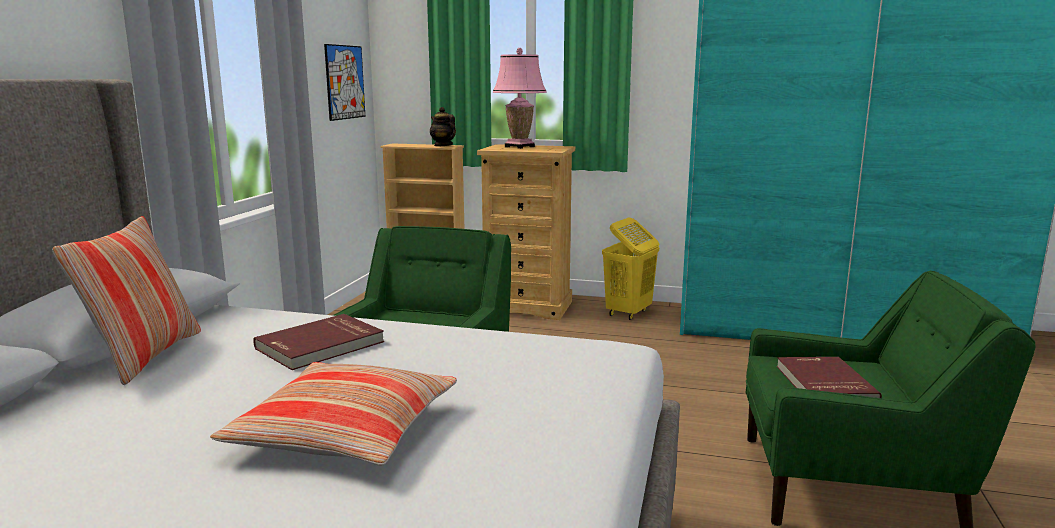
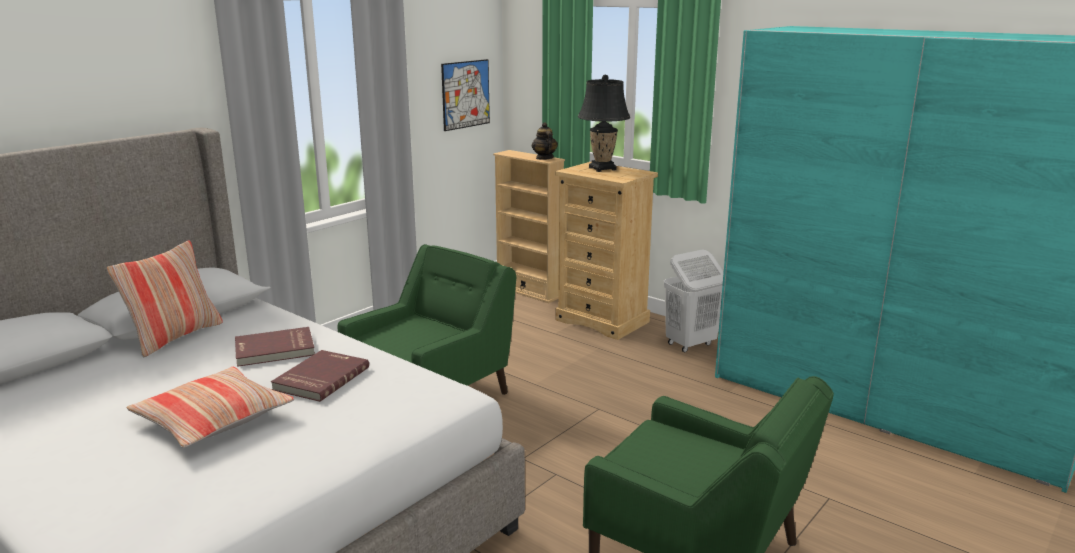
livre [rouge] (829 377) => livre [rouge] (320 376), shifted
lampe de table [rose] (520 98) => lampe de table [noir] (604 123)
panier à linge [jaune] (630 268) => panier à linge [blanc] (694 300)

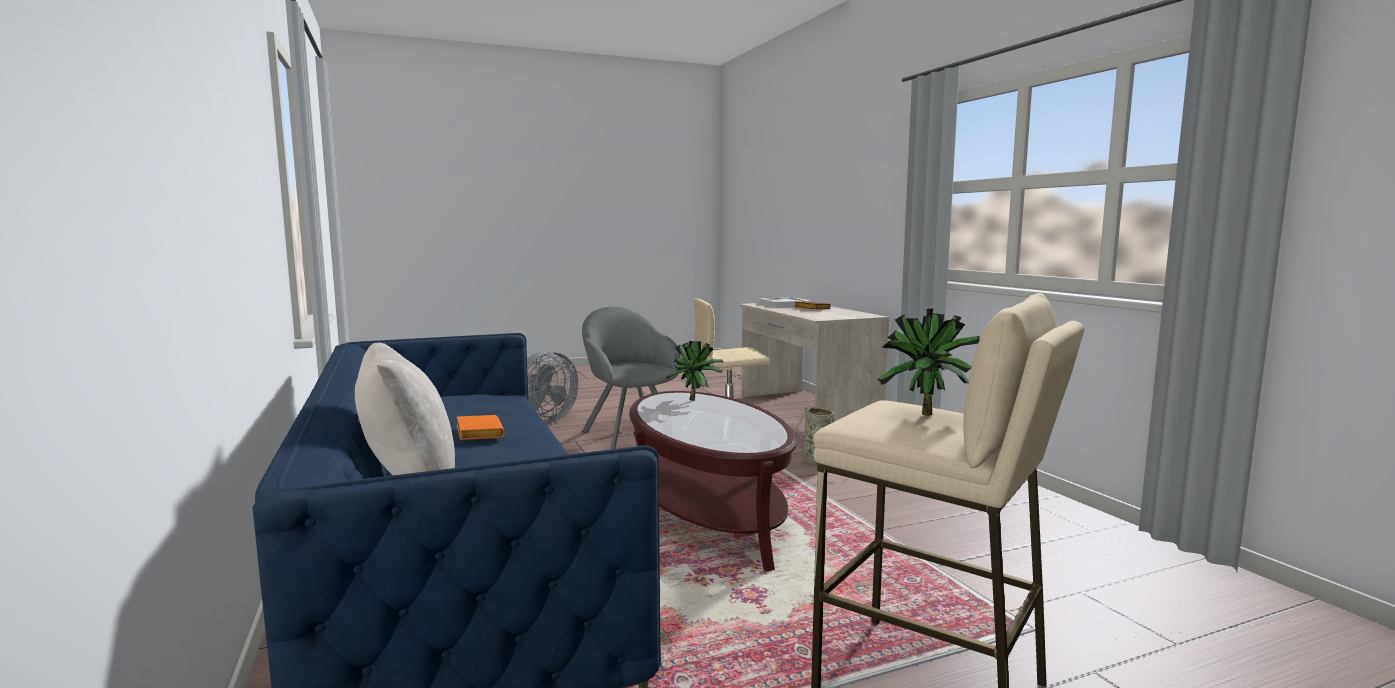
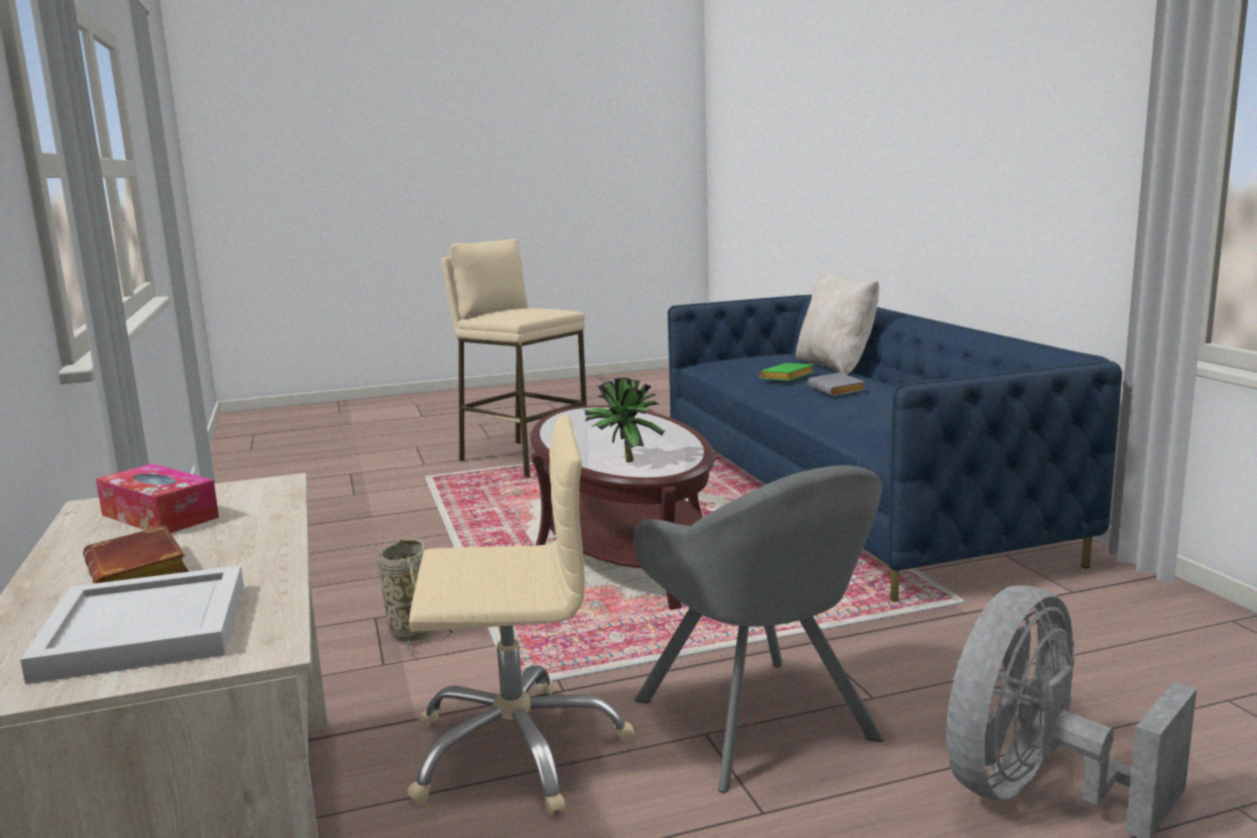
nothing => boîte à mouchoirs (157 498)
nothing => livre [vert] (786 372)
livre [orange] (481 427) => livre [gris] (836 384)
plante en pot (929 362) => nothing

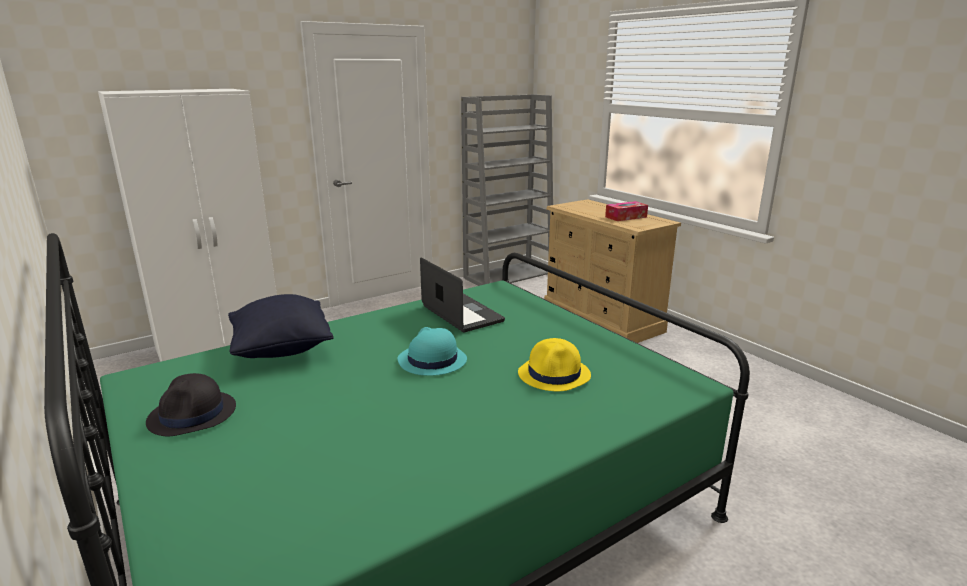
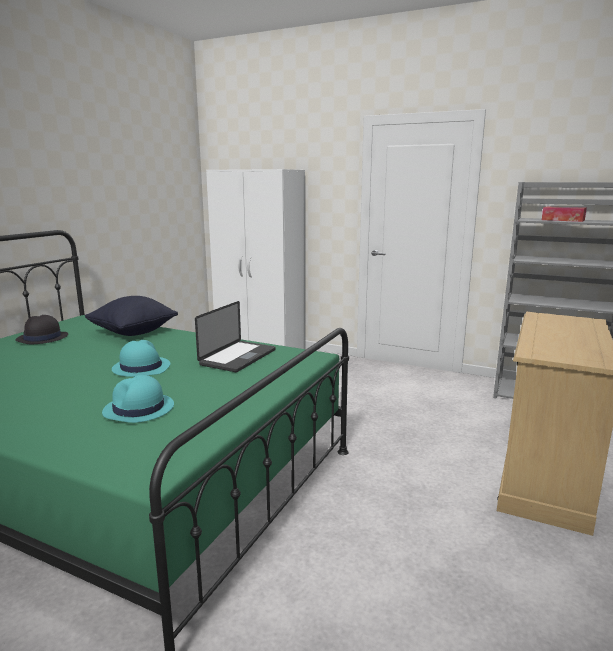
chapeau [jaune] (554 364) => chapeau [turquoise] (138 399)
boîte à mouchoirs (626 211) => boîte à mouchoirs (564 214), shifted

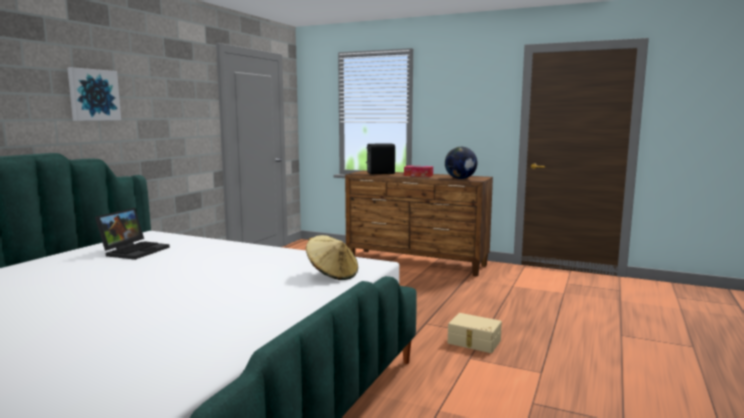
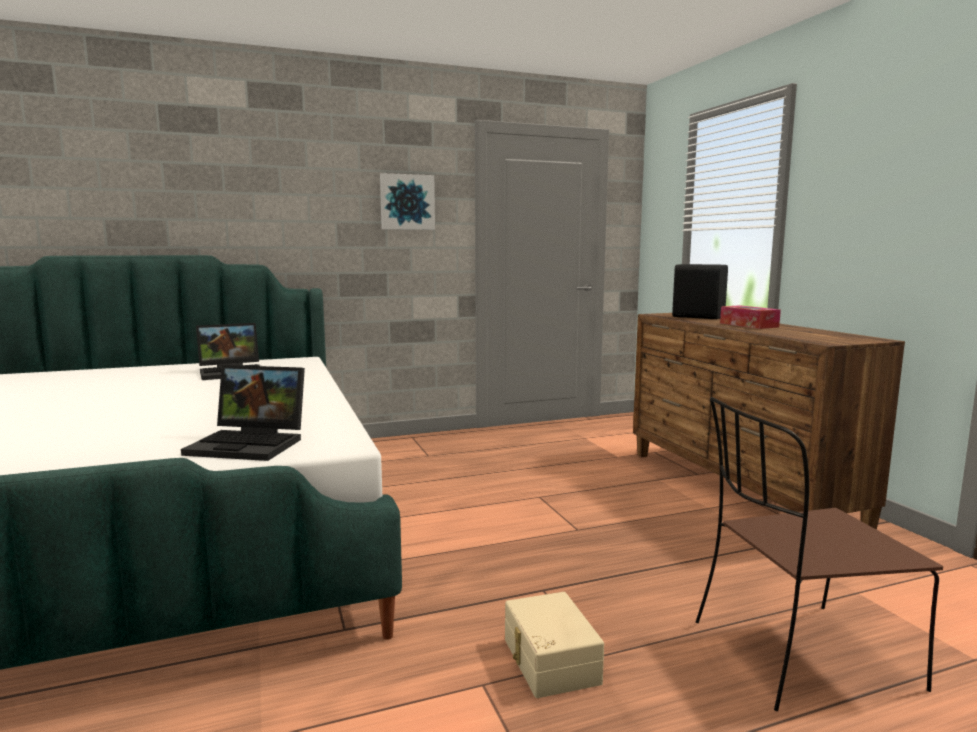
chapeau [beige] (332 257) => ordinateur portable (243 413)
tableau (94 94) => tableau (407 201), shifted
nothing => chaise [marron] (819 554)
globe (461 163) => nothing

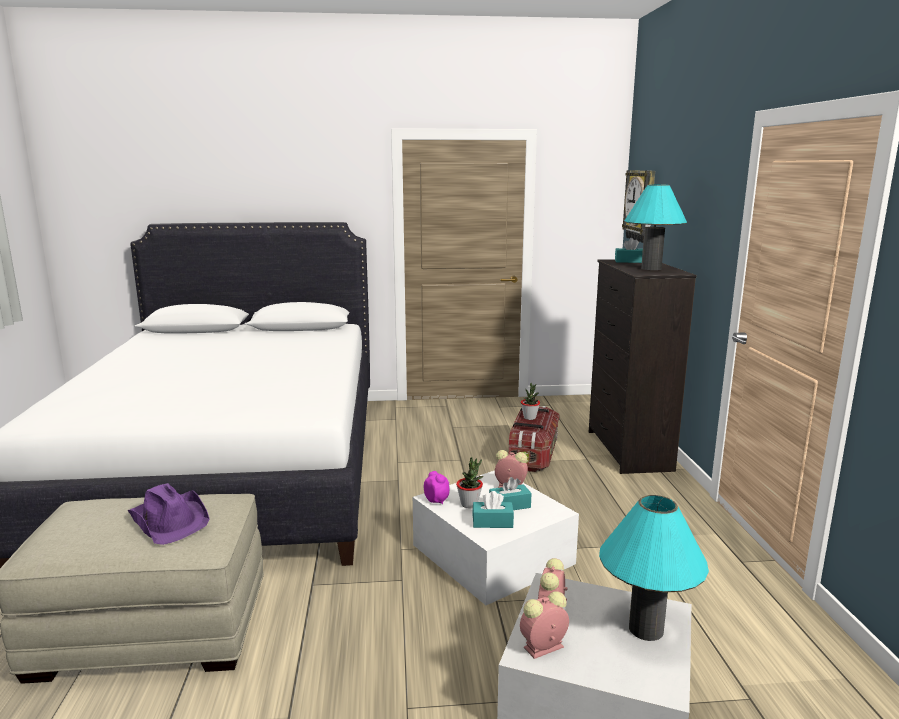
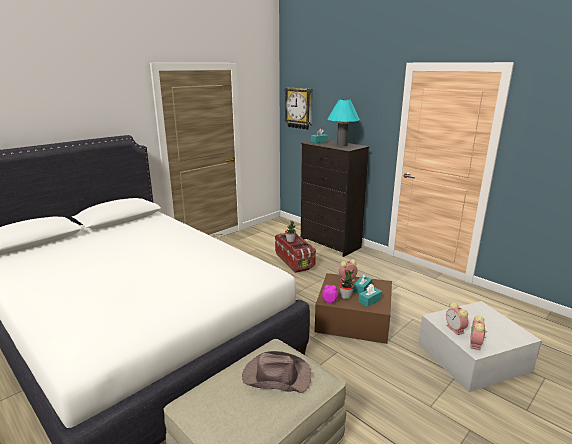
chapeau [violet] (168 514) => chapeau [marron] (276 372)
boîte de rangement [blanc] (496 538) => boîte de rangement [marron] (353 308)
lampe de table [turquoise] (654 568) => nothing

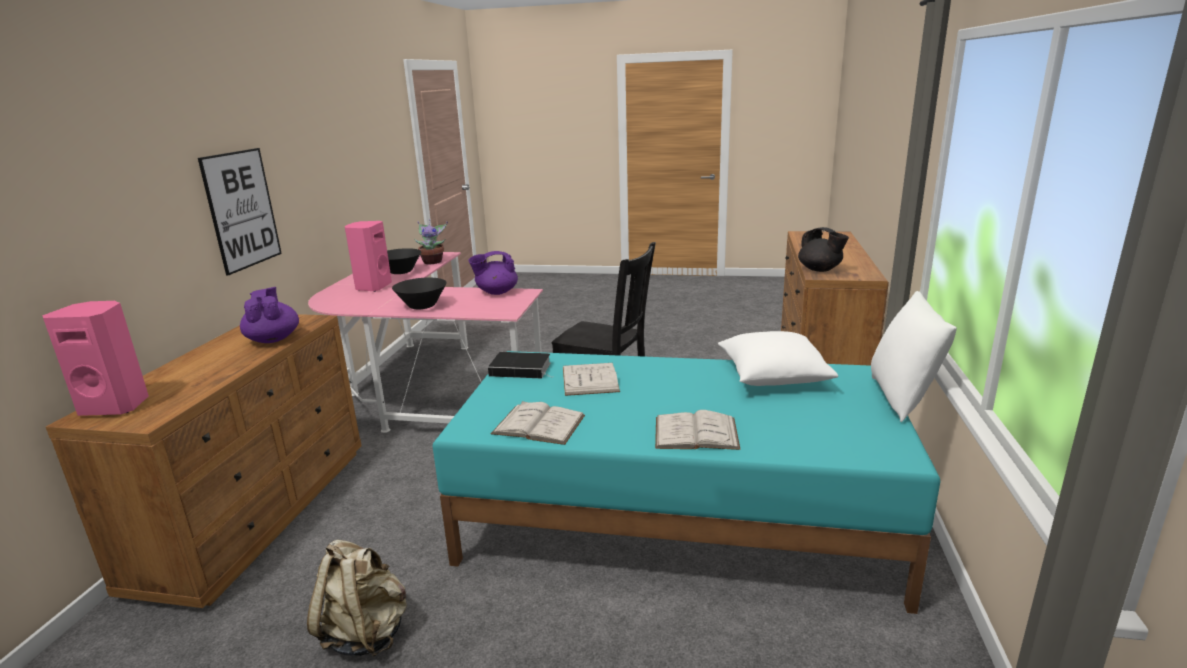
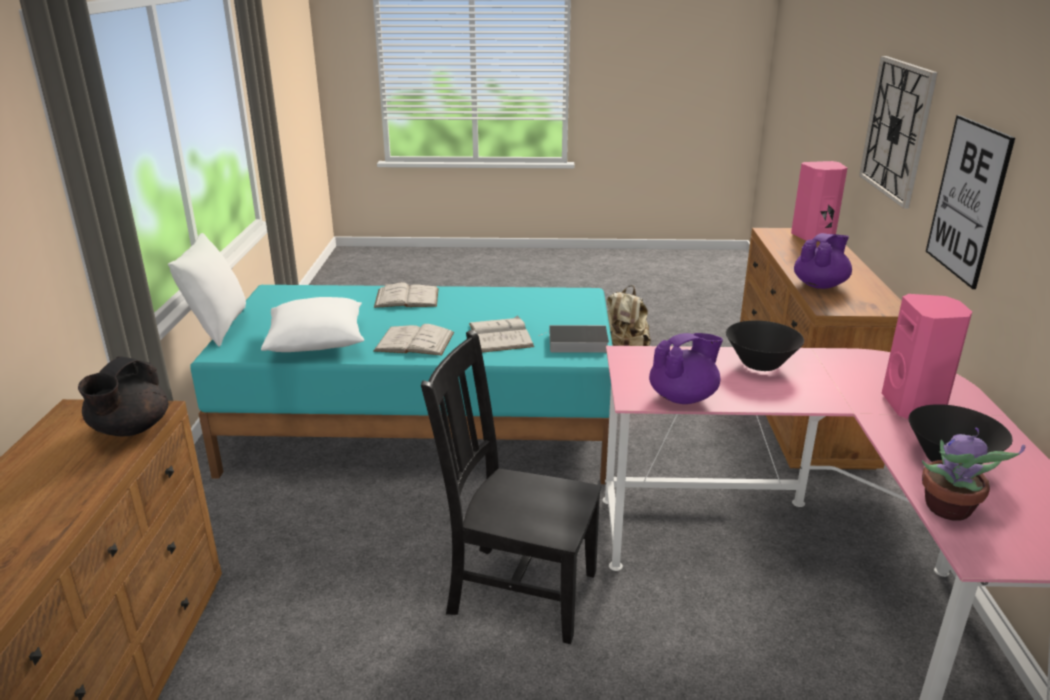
théière [noir] (823 249) => théière [noir] (123 396), 120 degrees counterclockwise
livre [blanc] (538 423) => livre [blanc] (414 340), shifted
théière [violet] (269 315) => théière [violet] (823 261), 105 degrees counterclockwise
nothing => horloge murale (898 132)

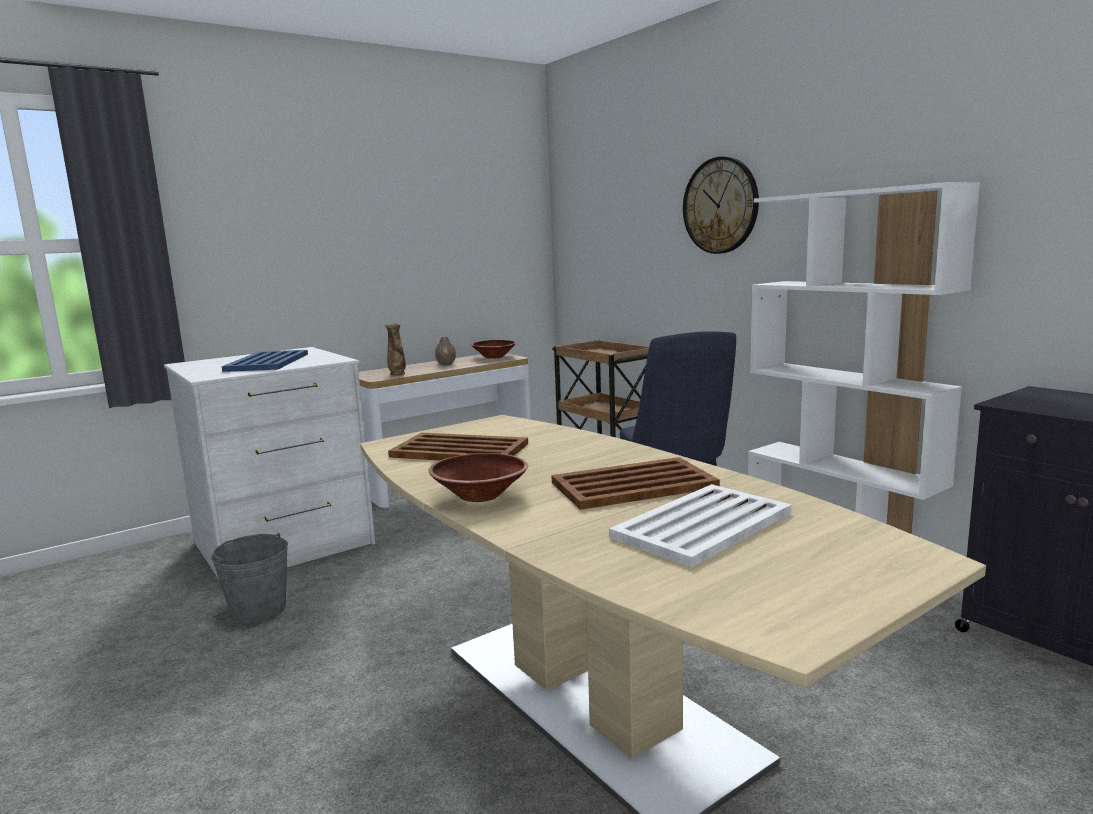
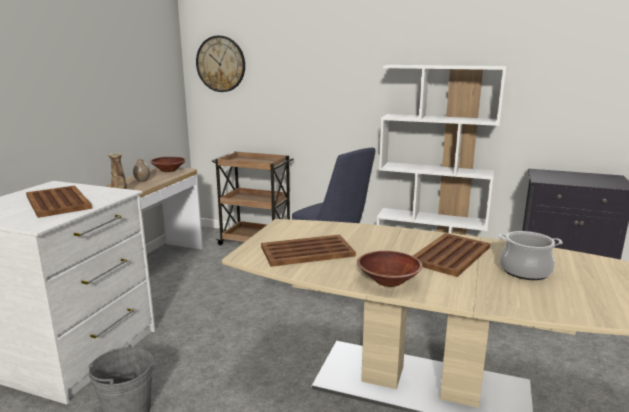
plateau [bleu] (265 361) => plateau [marron] (59 201)
horloge murale (721 205) => horloge murale (220 64), shifted
plateau [blanc] (700 525) => marmite (531 255)

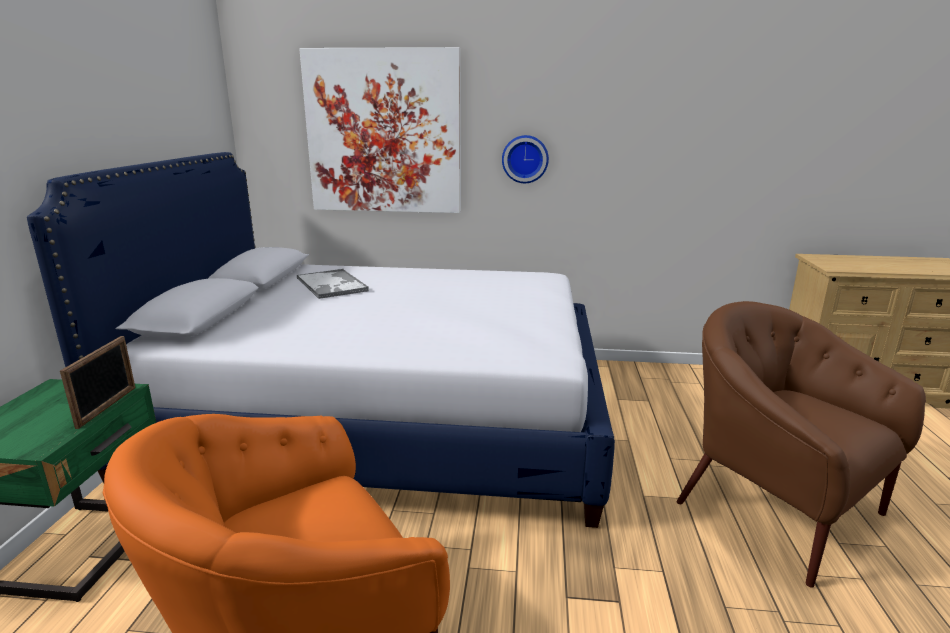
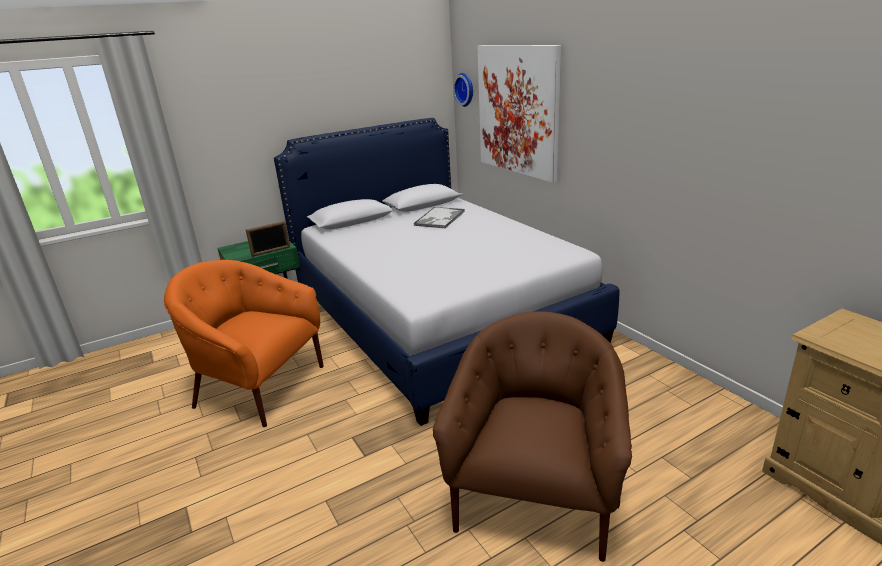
horloge murale (525 159) => horloge murale (463 90), shifted

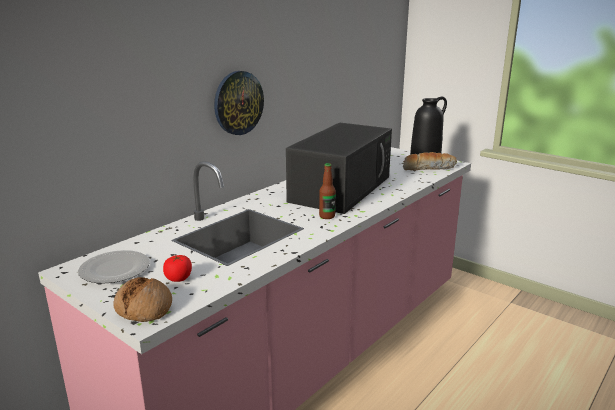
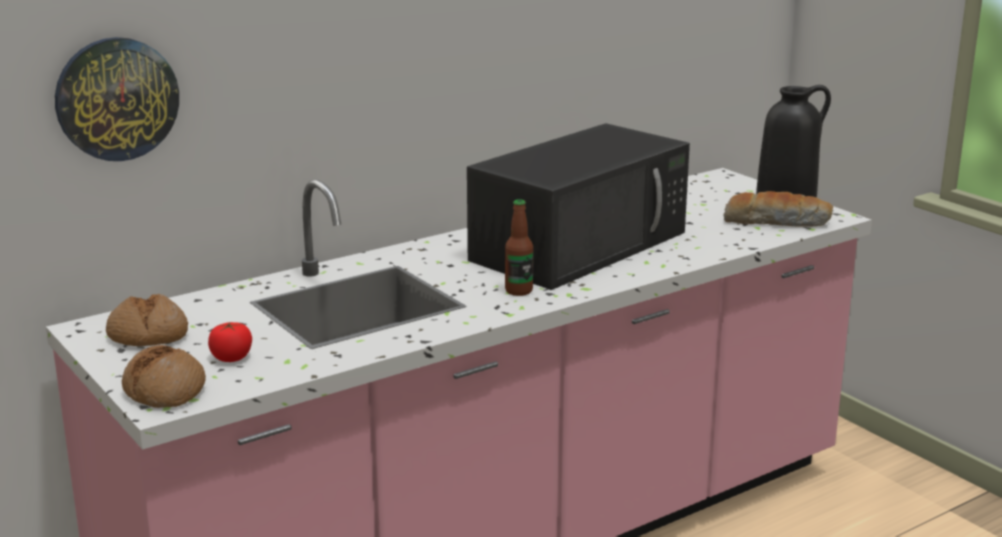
horloge murale (239 103) => horloge murale (117 99), shifted
assiette (114 267) => pain (147 320)

